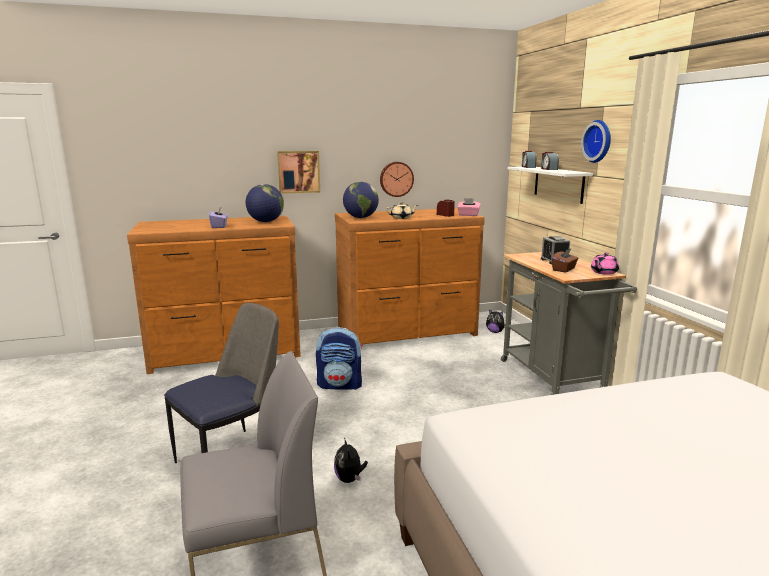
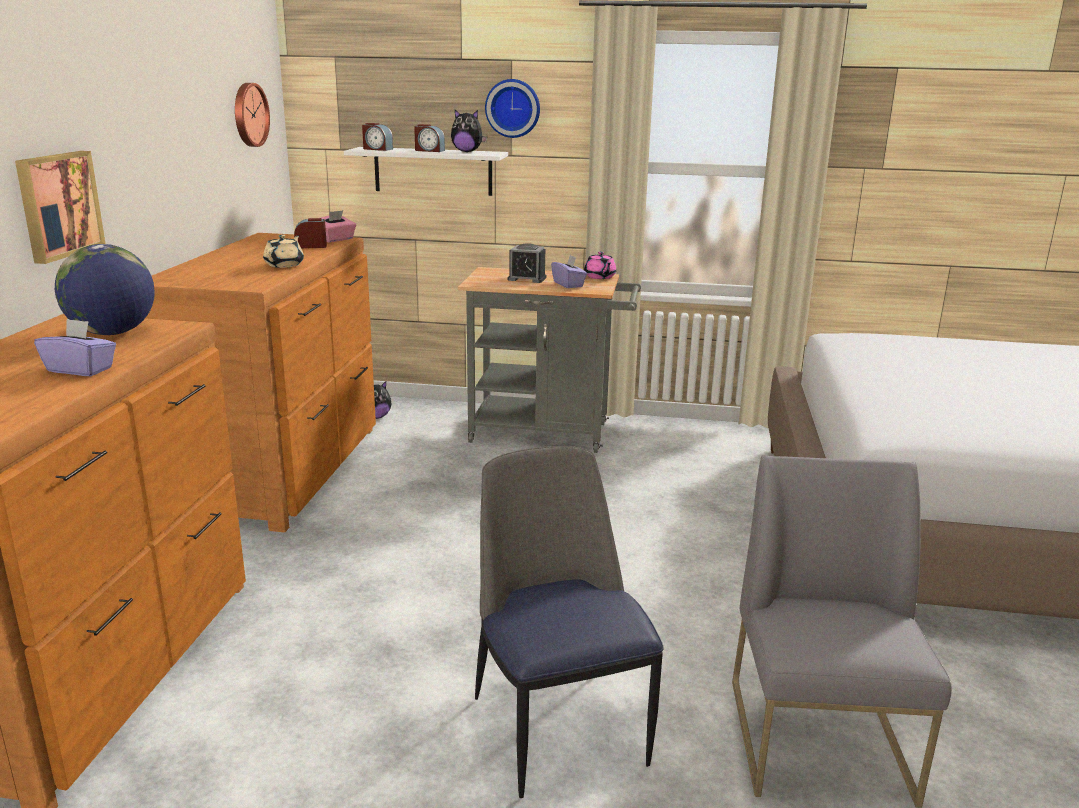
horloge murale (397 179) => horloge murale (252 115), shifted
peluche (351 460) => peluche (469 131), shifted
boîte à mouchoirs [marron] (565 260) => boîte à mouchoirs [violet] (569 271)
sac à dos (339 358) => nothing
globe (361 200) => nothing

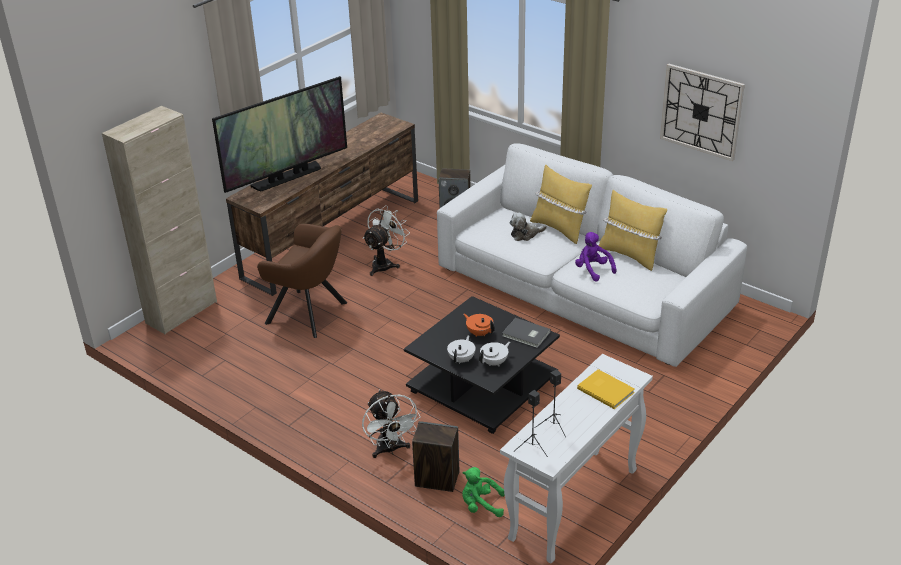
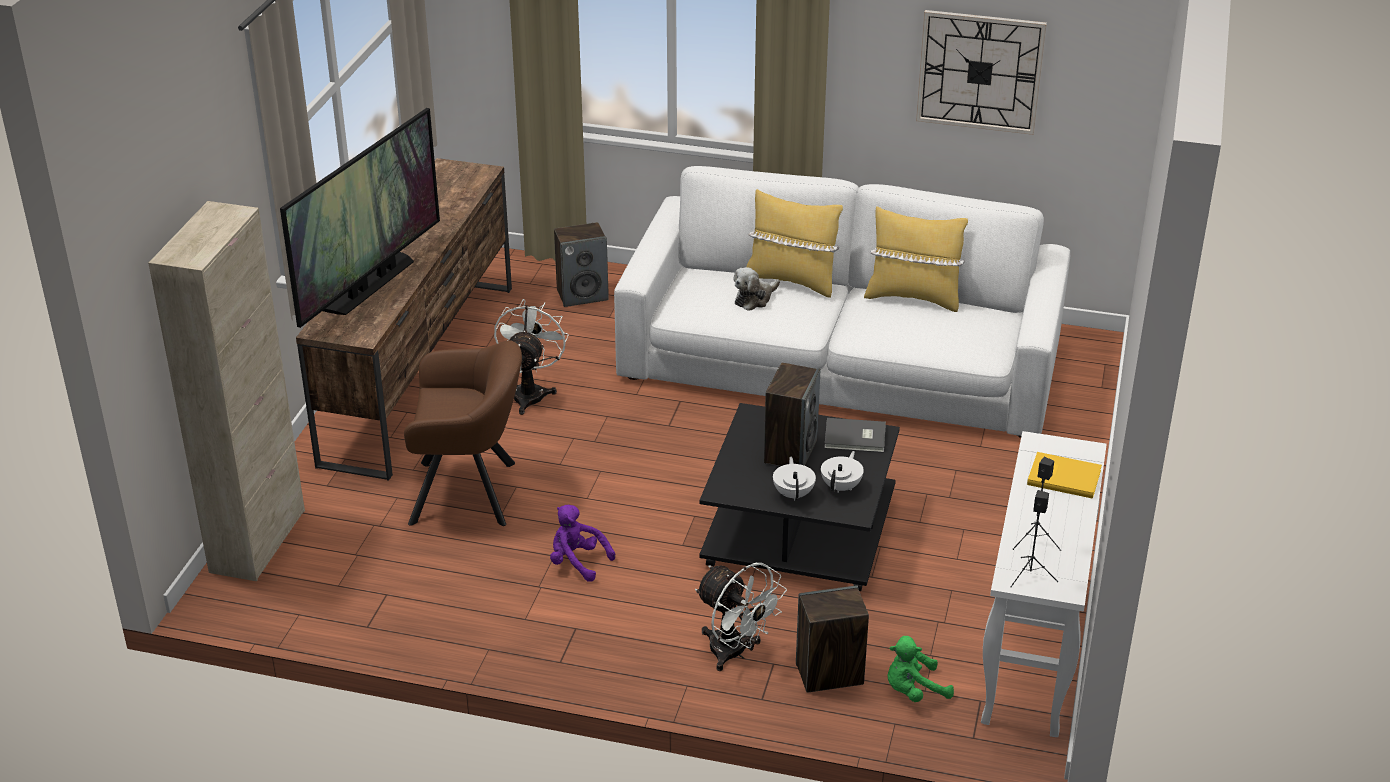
peluche [violet] (596 257) => peluche [violet] (582 543), shifted
théière [orange] (479 325) => enceinte (792 414)

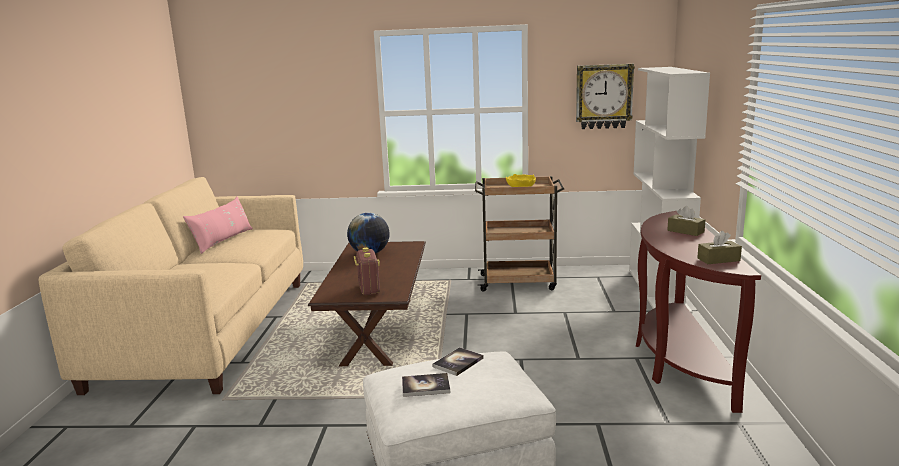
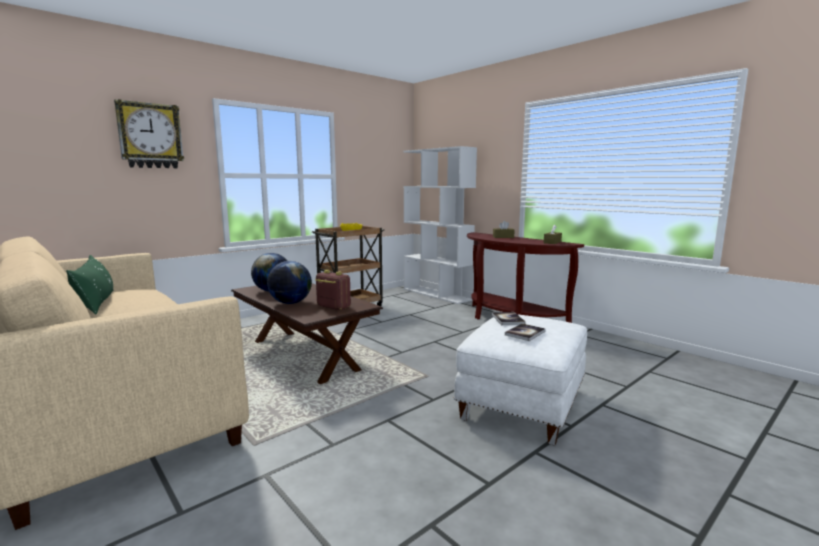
coussin [rose] (218 225) => coussin [vert] (89 285)
horloge murale (605 96) => horloge murale (149 133), shifted
nothing => globe (289 282)

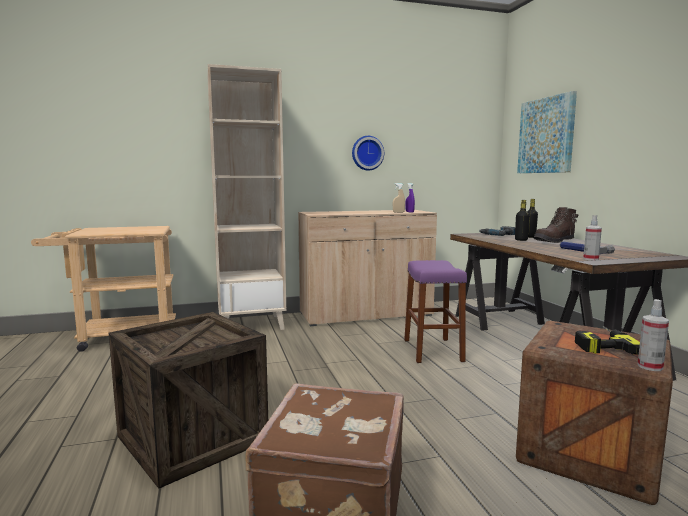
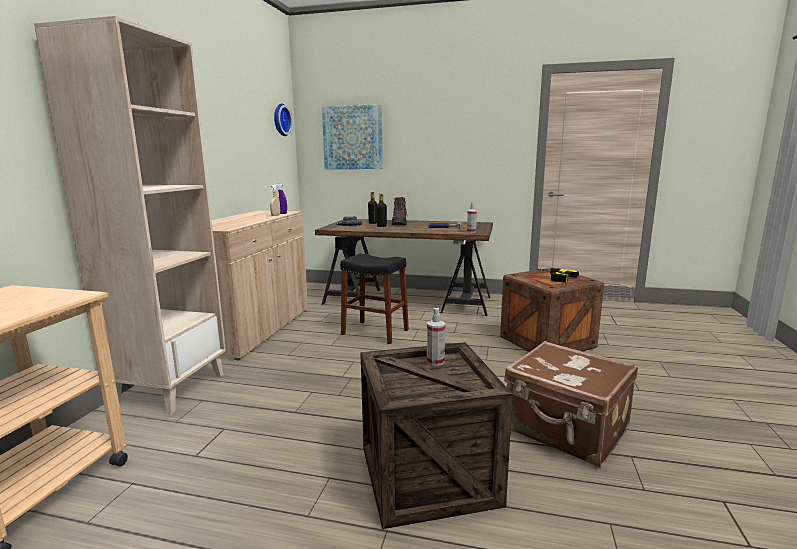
horloge murale (368 153) => horloge murale (283 119), shifted
tabouret [violet] (435 311) => tabouret [noir] (374 298)
vaporisateur (653 335) => vaporisateur (436 337), shifted

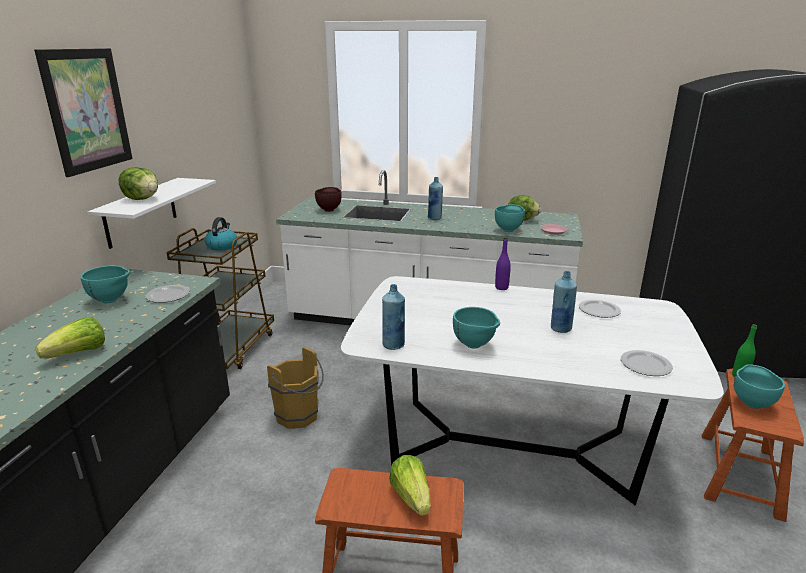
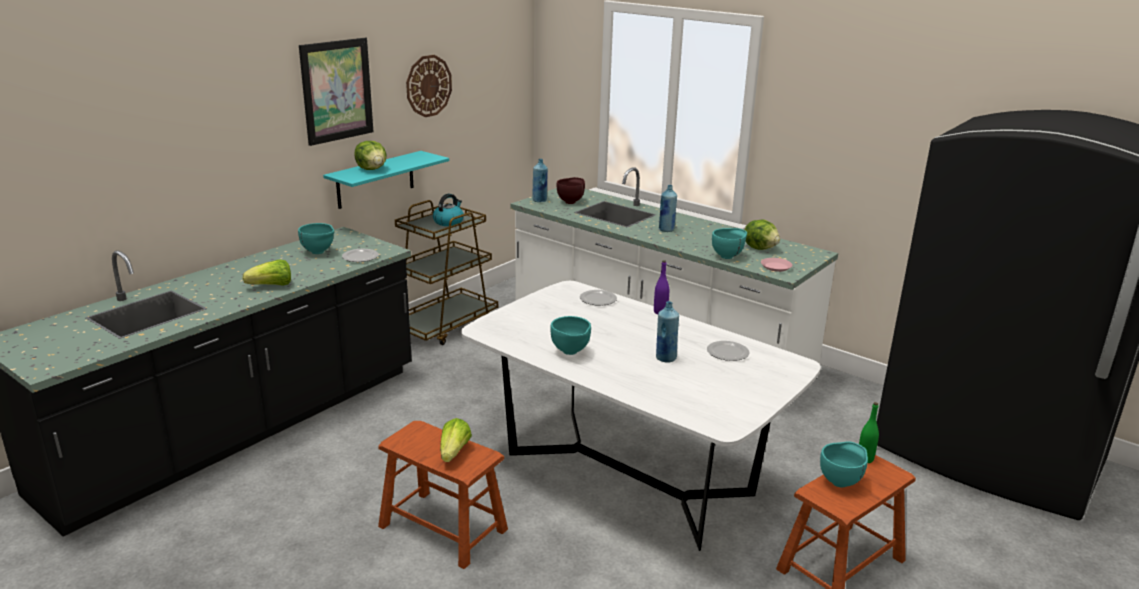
étagère [blanc] (152 213) => étagère [turquoise] (386 180)
nothing => horloge murale (429 86)
bouteille [bleu] (393 317) => bouteille [bleu] (540 180), shifted
assiette (647 363) => assiette (598 298), shifted
seau [marron] (295 388) => nothing

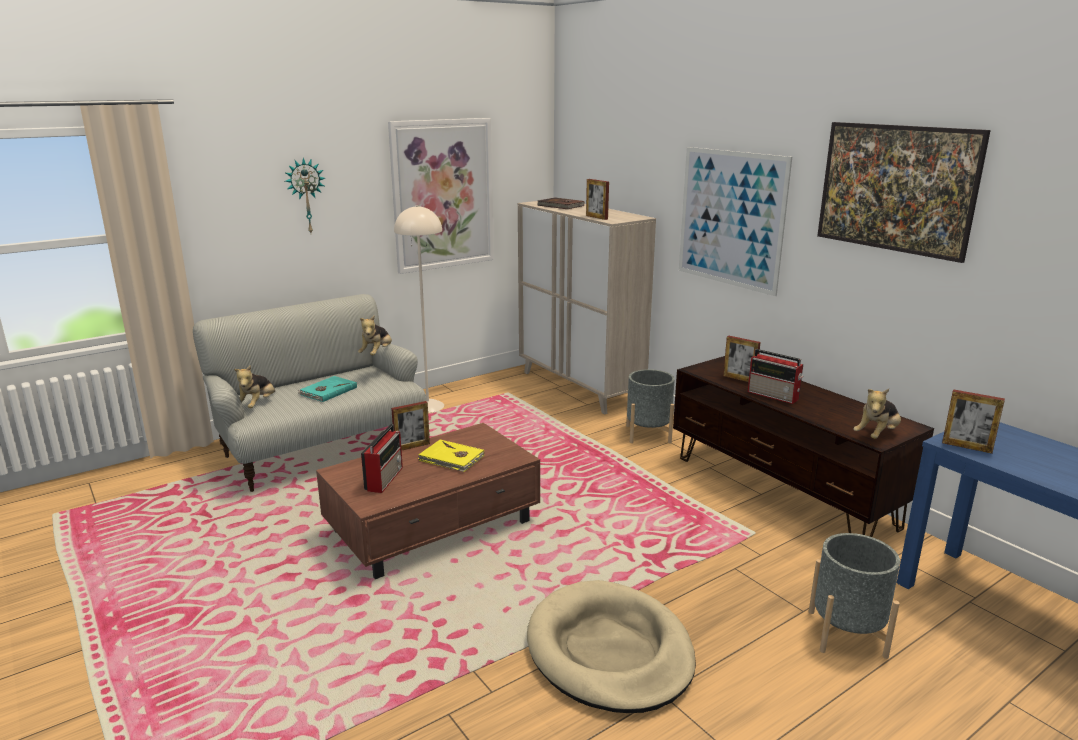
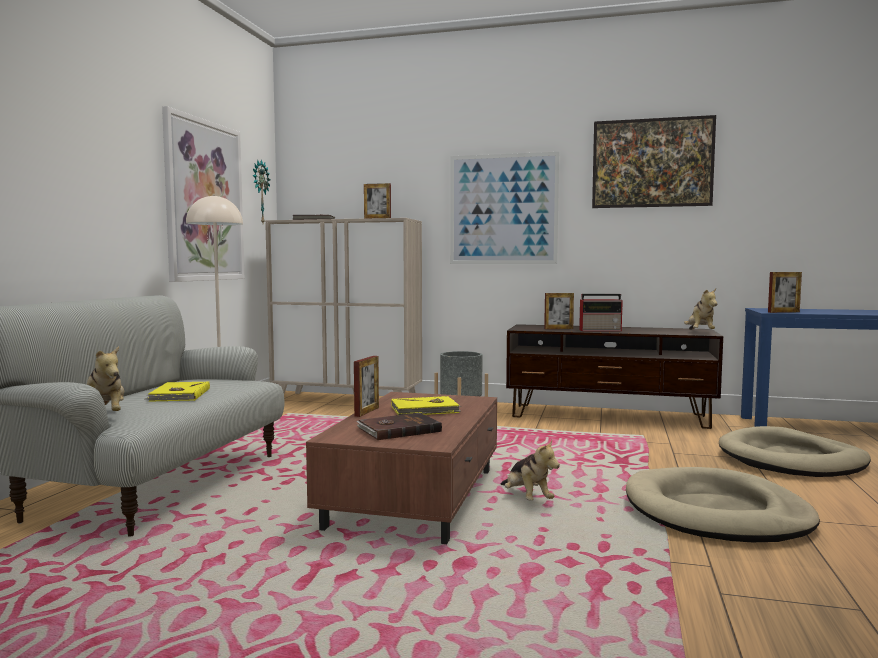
livre [turquoise] (327 389) => livre [jaune] (177 391)
horloge murale (305 195) => horloge murale (261 191), shifted
radio (382 458) => livre [marron] (399 426)
peluche (375 335) => peluche (530 470), shifted
cache-pot [gris] (854 596) => panier pour chien [beige] (795 451)

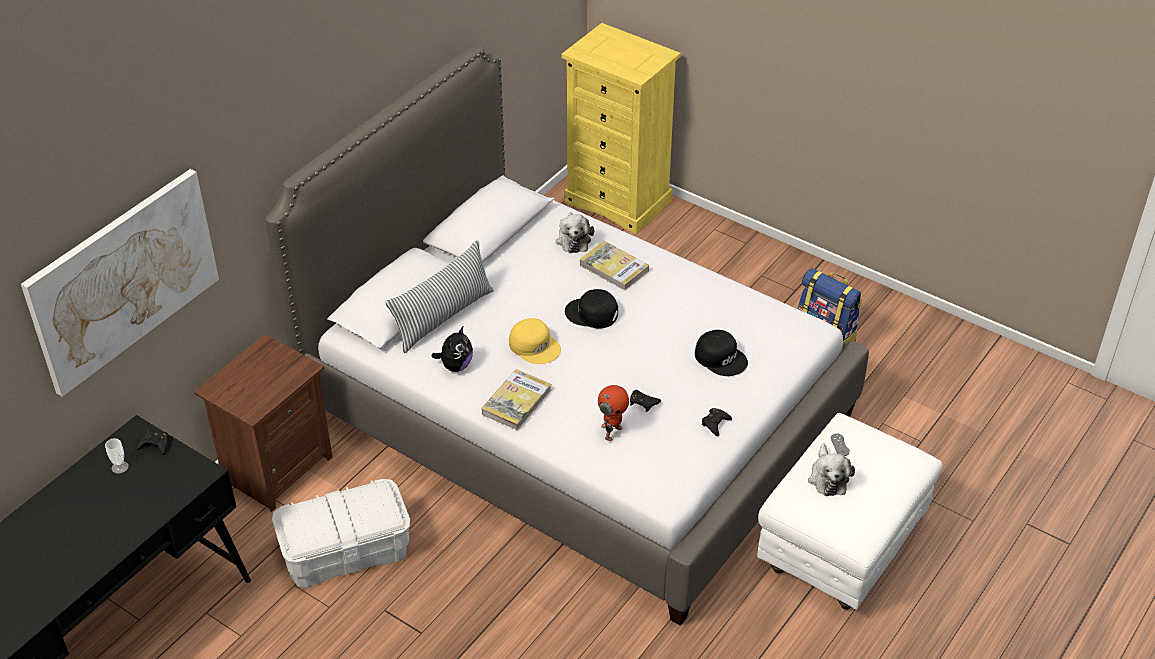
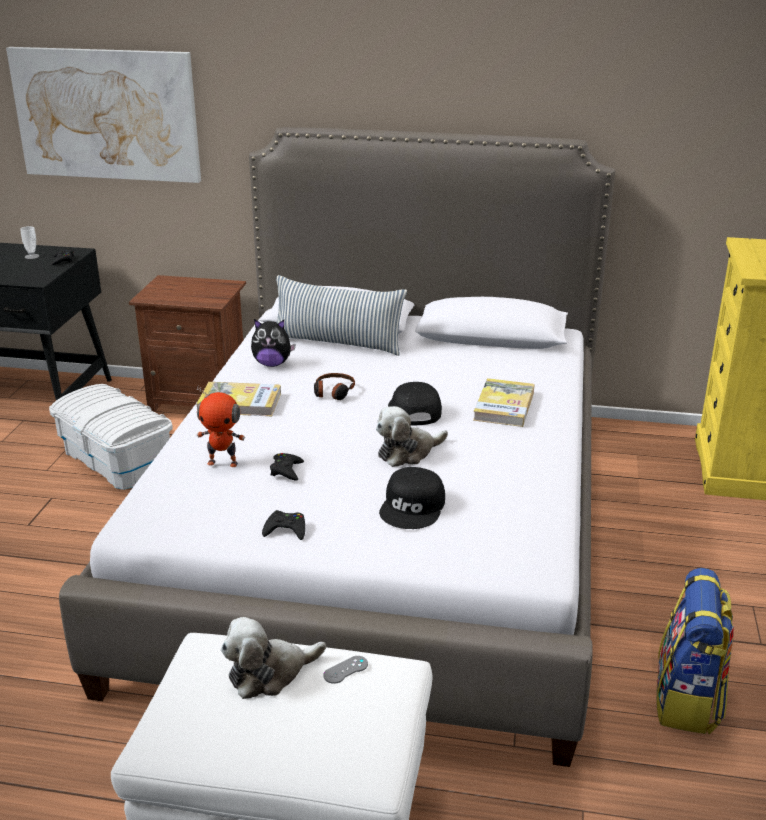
casquette [jaune] (535 341) => casque audio (334 386)
peluche (575 233) => peluche (412 436), shifted

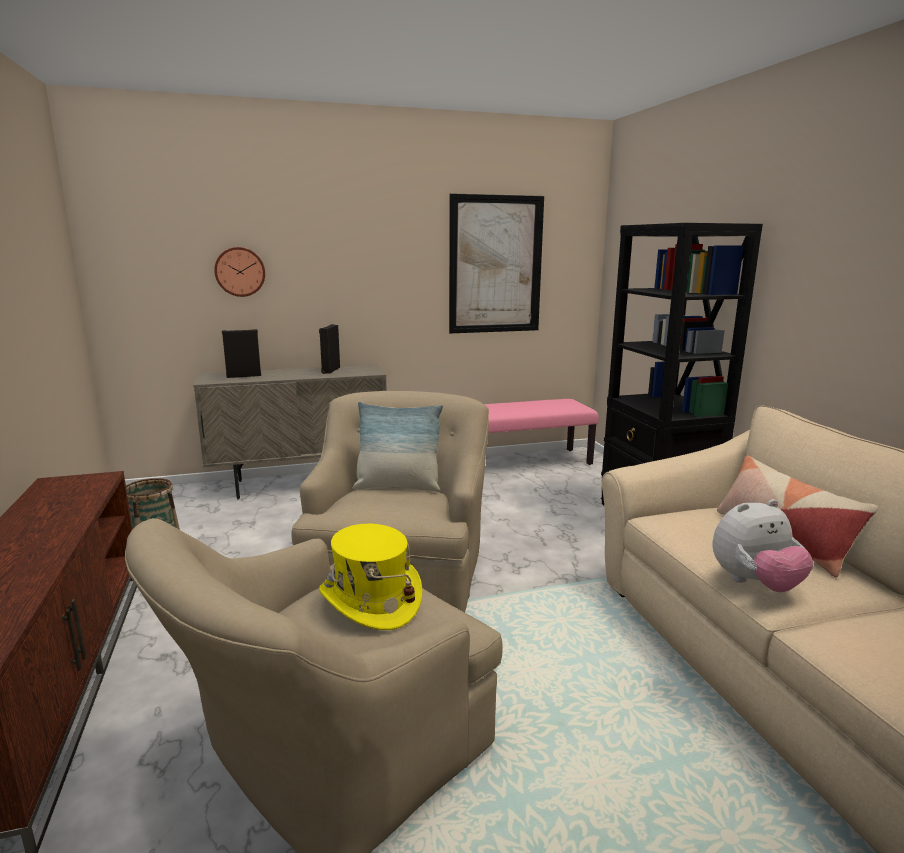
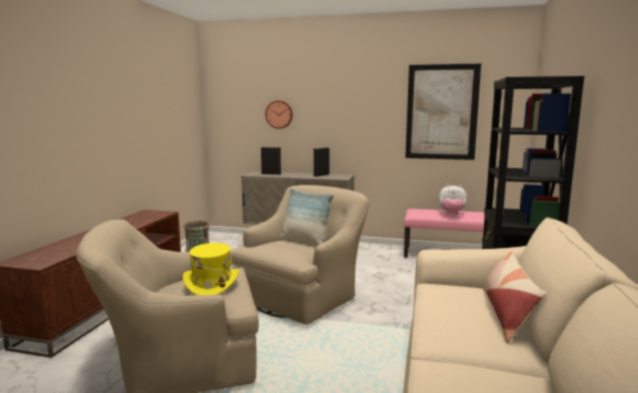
peluche (763 545) => peluche (452 199), shifted

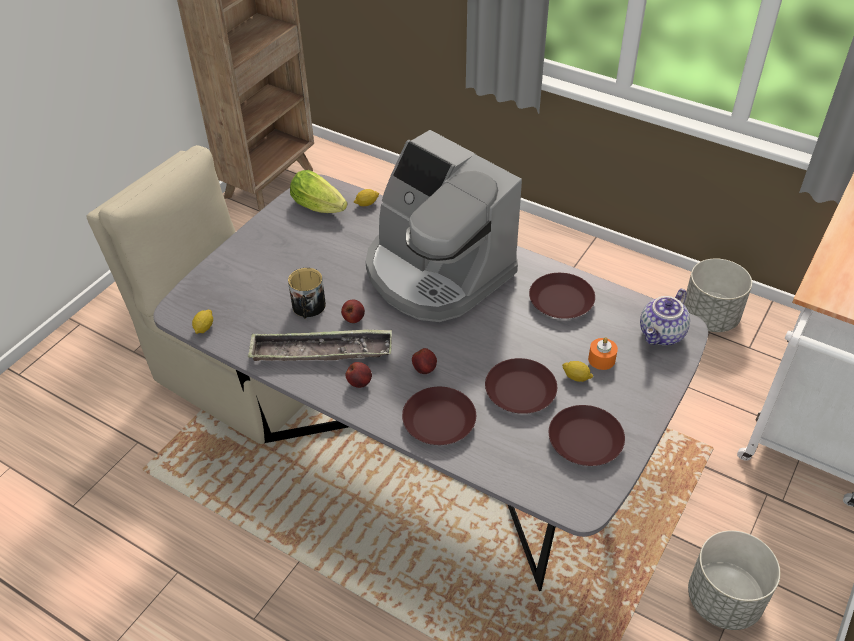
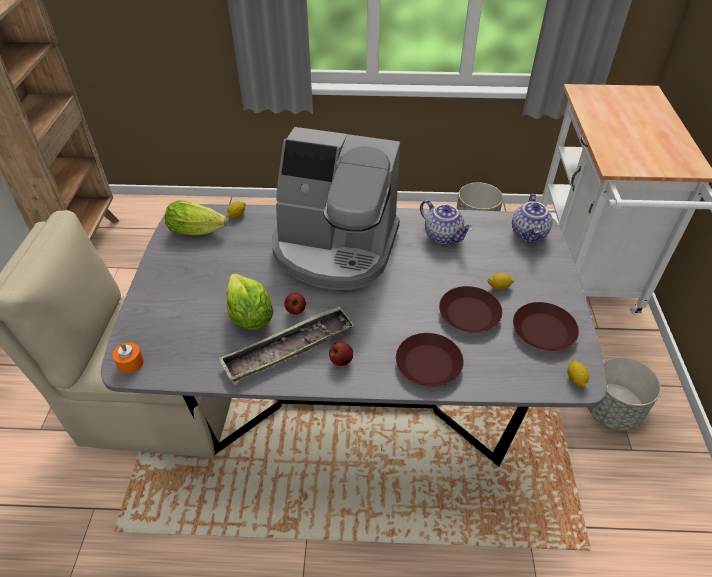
bougie [orange] (603 353) => bougie [orange] (128 357), shifted
mug (307 293) => laitue (250 302)
assiette [marron] (562 296) => théière (446 222)
citron (202 322) => citron (578 374), shifted
pomme (424 361) => nothing

